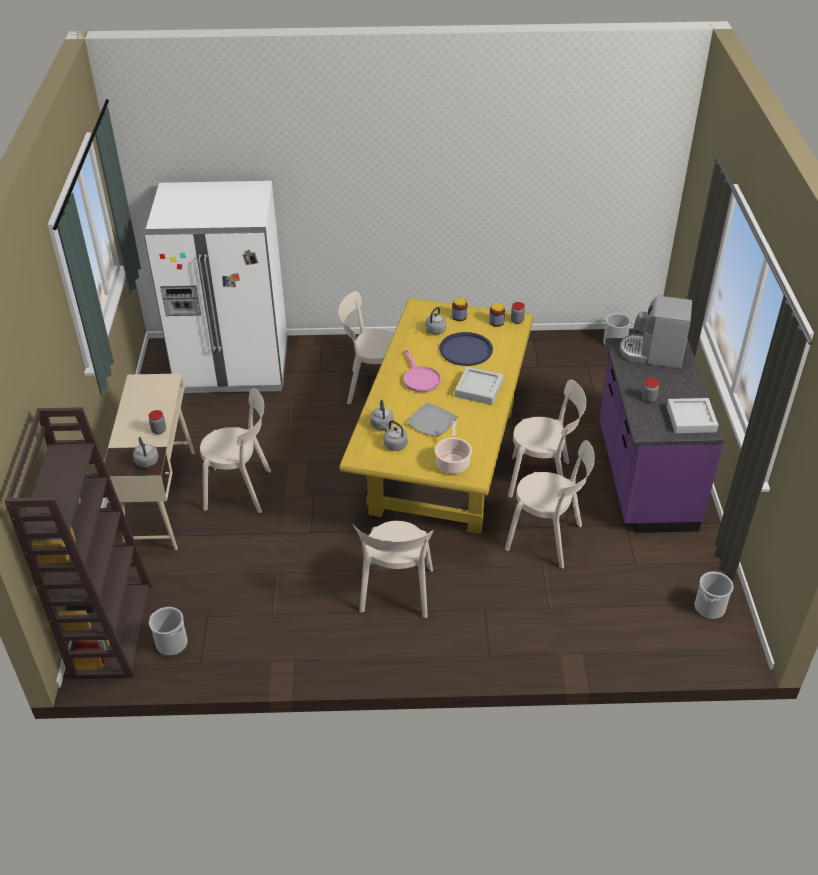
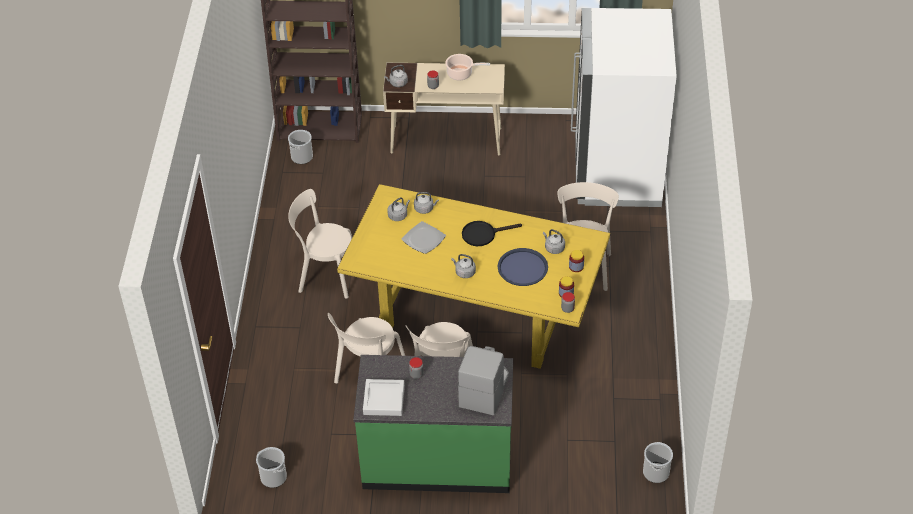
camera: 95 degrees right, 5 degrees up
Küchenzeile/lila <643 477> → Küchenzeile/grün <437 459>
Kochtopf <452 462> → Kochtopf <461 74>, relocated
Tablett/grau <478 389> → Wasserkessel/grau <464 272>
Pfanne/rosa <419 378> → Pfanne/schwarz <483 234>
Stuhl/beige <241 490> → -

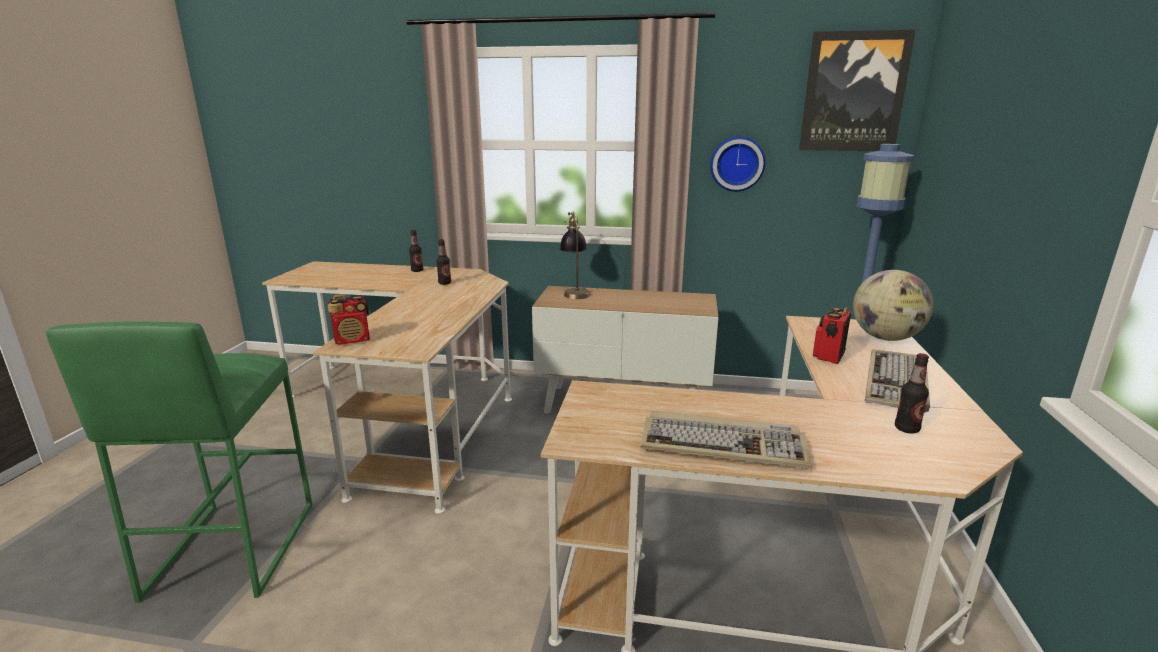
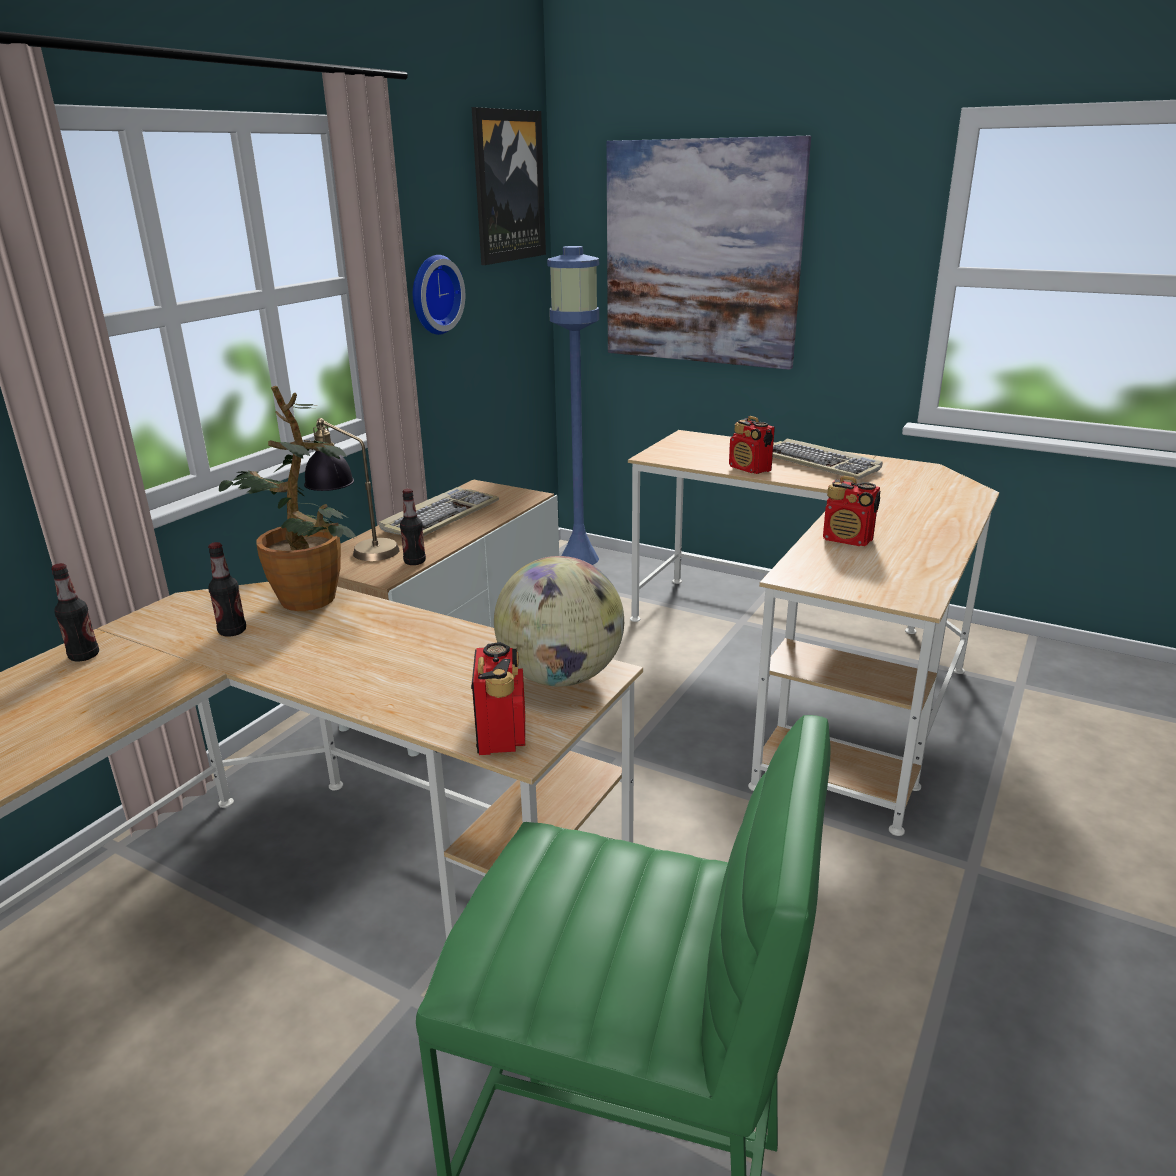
camera: 70 degrees left, 5 degrees up
- → Topfpflanze <310 605>
Tastatur <723 444> → Tastatur <440 517>, relocated
Flasche <906 429> → Flasche <415 562>, relocated
Globus <885 338> → Globus <561 677>, relocated
- → Bild <701 254>
- → Radio <848 540>

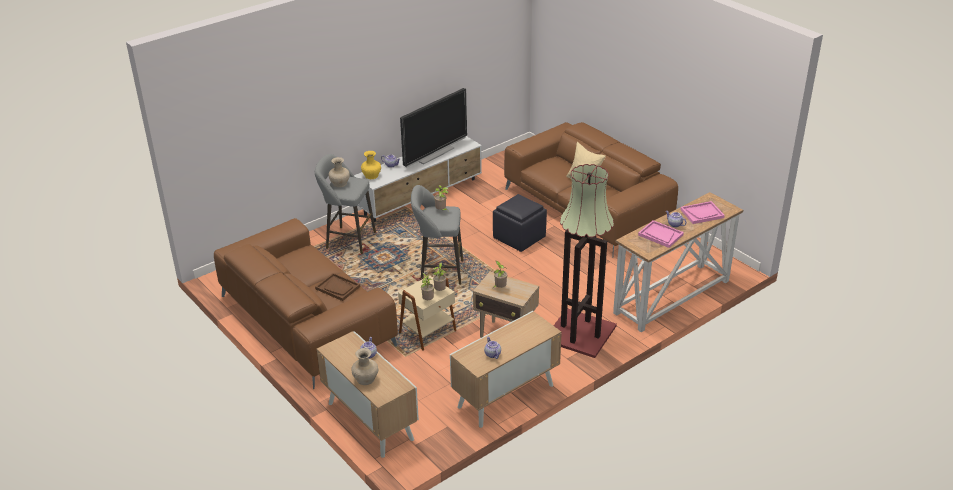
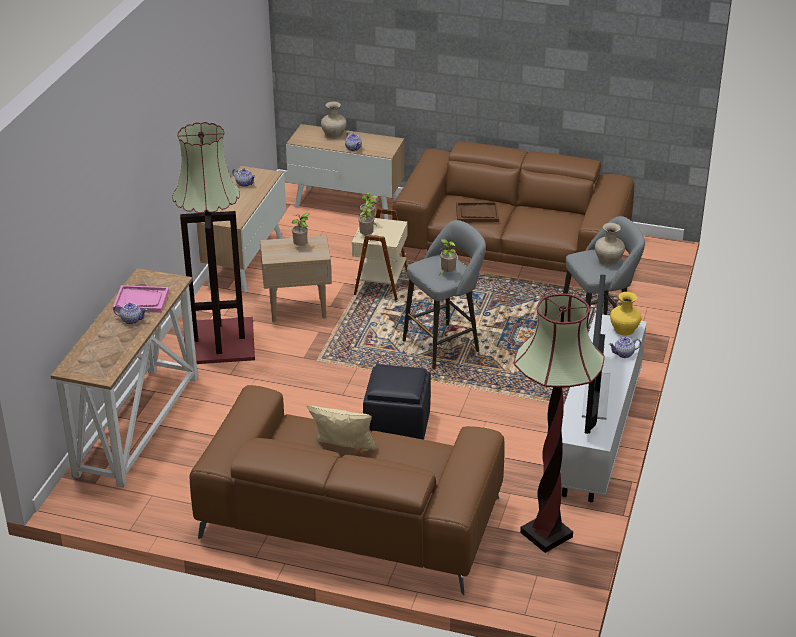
camera: 145 degrees right, 0 degrees up
- → Stehlampe <546 534>
Tablett/rosa <702 213> → -

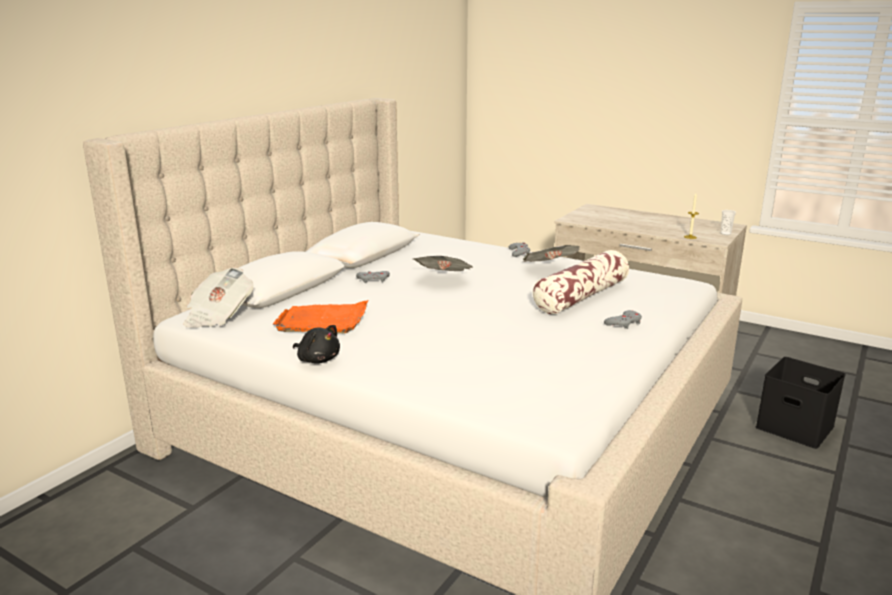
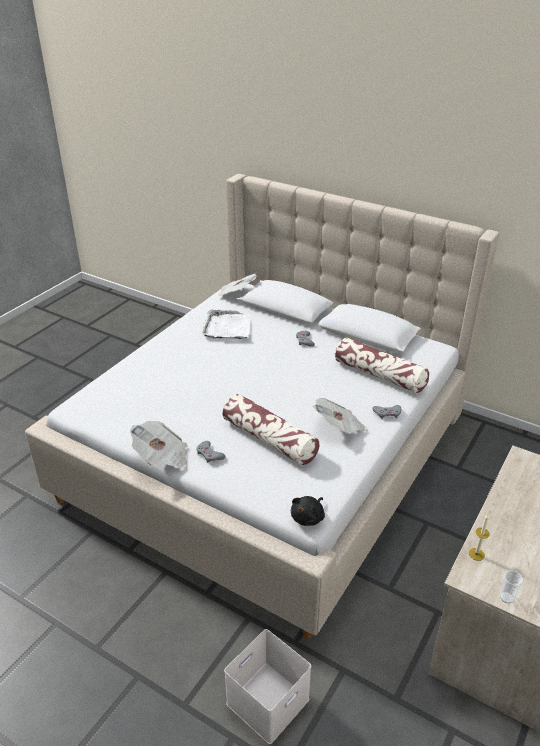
camera: 90 degrees right, 15 degrees up
Zeitung <444 279> → Zeitung <162 457>, relocated
Tablett/orange <323 321> → Tablett/weiß <227 327>
Aufbewahrungsbox/schwarz <796 426> → Aufbewahrungsbox/weiß <268 703>
Plüschtier/schwarz <317 359> → Plüschtier/schwarz <308 517>, relocated
- → Kissen <379 375>

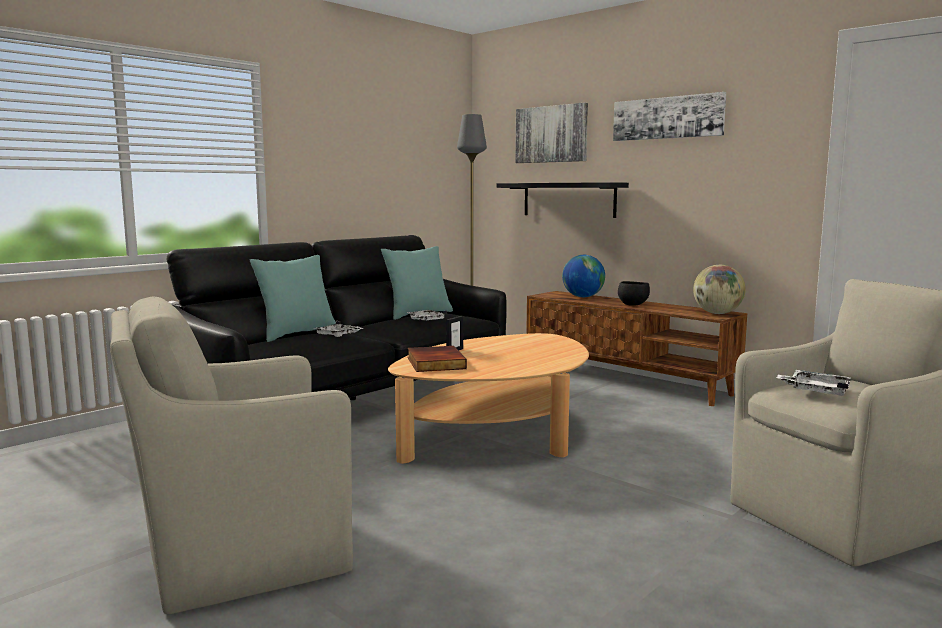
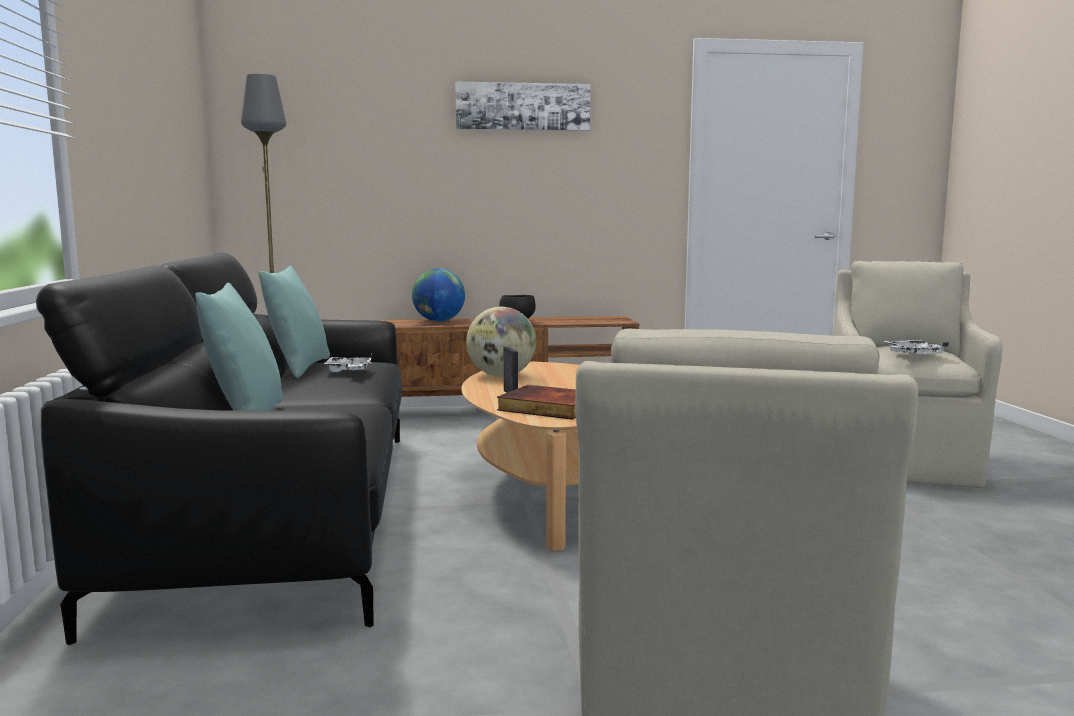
camera: 50 degrees left, 0 degrees up
Globus <717 313> → Globus <501 376>, relocated
Tablett/weiß <338 335> → -
Wandregal/schwarz <568 199> → -
Bild <551 134> → -

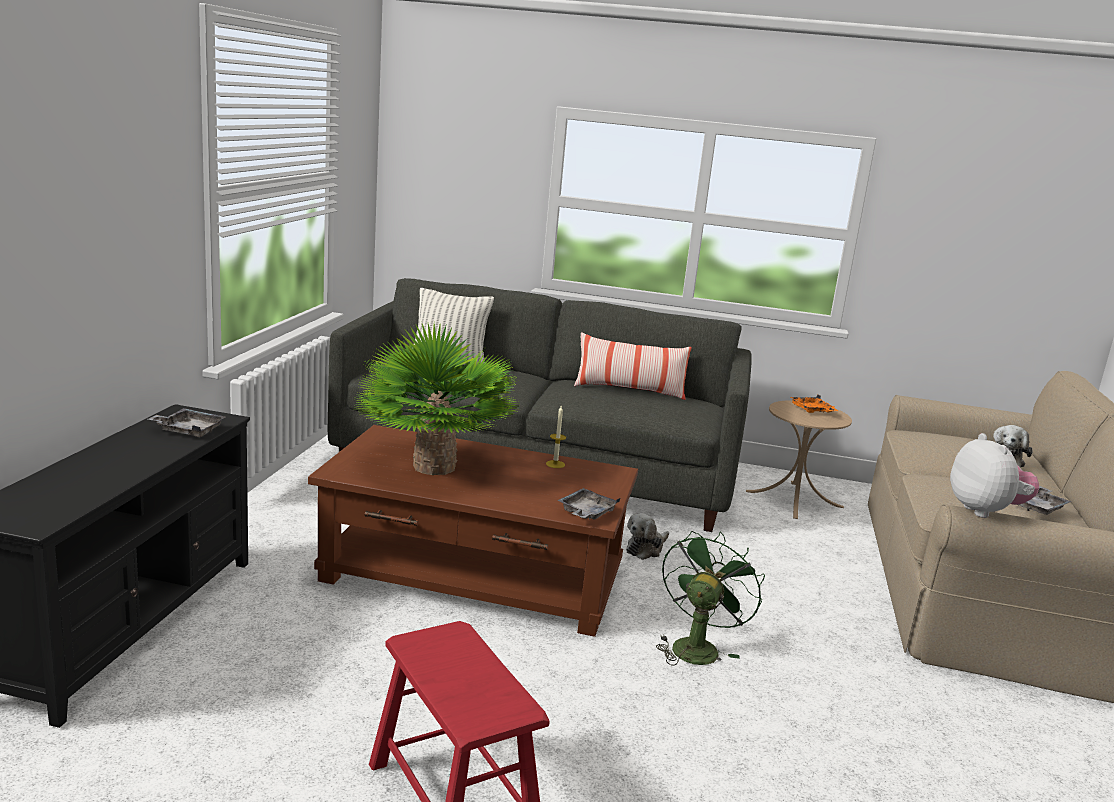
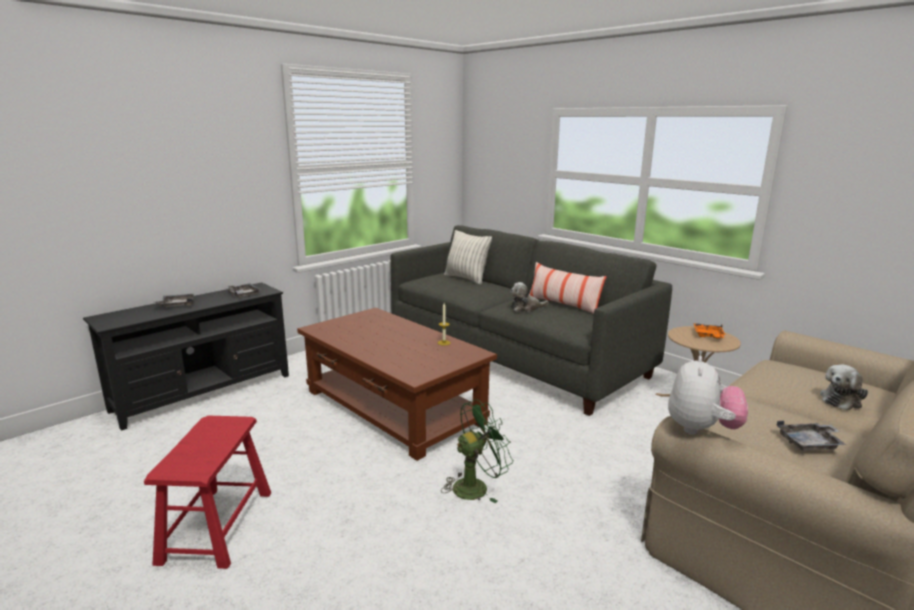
camera: 35 degrees right, 0 degrees up
Tablett/grau <586 513> → Tablett/grau <176 305>, relocated
Plüschtier <646 549> → Plüschtier <526 308>, relocated
Topfpflanze <434 466> → -

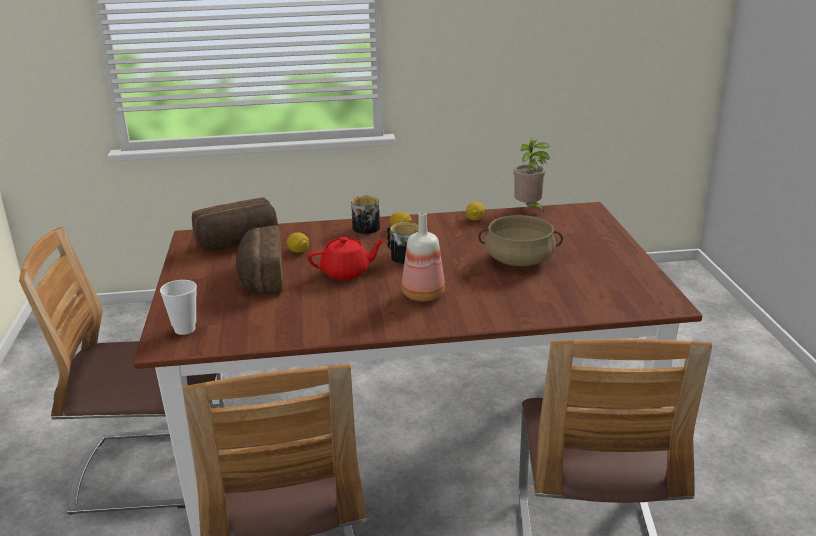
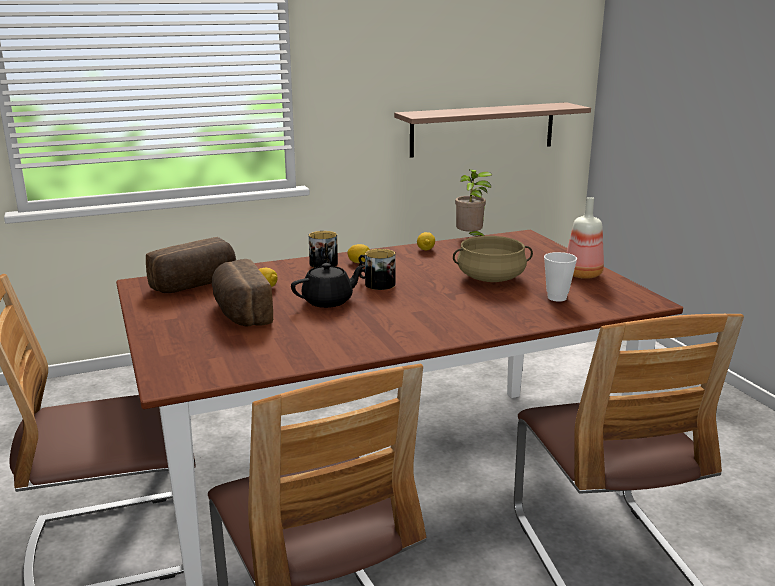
camera: 15 degrees left, 5 degrees down
Teekanne/rot <346 272> → Teekanne/schwarz <328 301>
- → Wandregal <483 129>
Tasse <185 329> → Tasse <557 298>, relocated
Flasche <423 295> → Flasche <583 275>, relocated

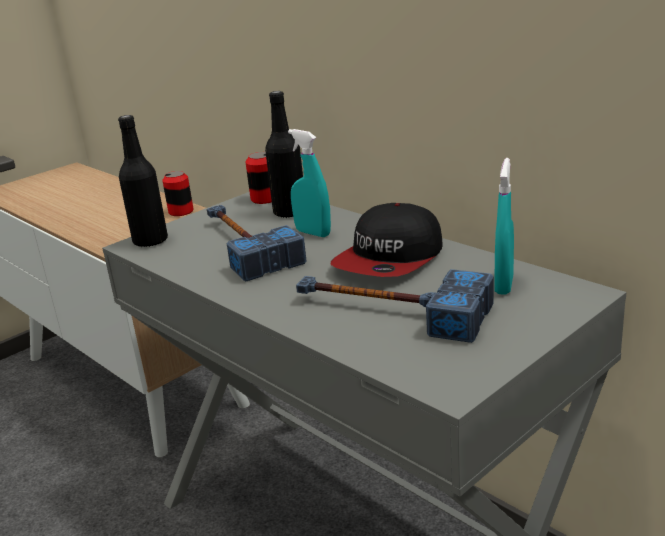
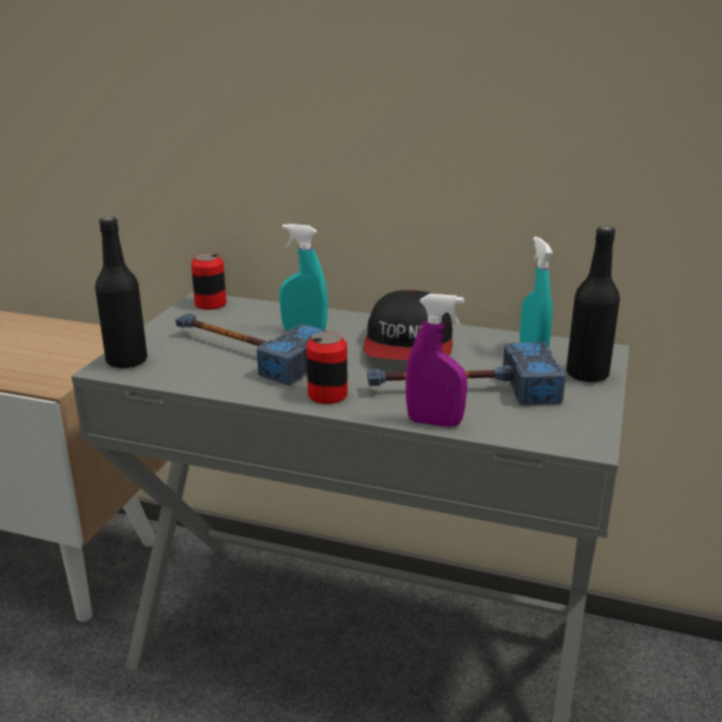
camera: 30 degrees left, 0 degrees up
Dose <181 211> → Dose <327 395>, relocated
- → Sprühflasche/lila <434 422>
Flasche/schwarz <290 212> → Flasche/schwarz <587 375>, relocated

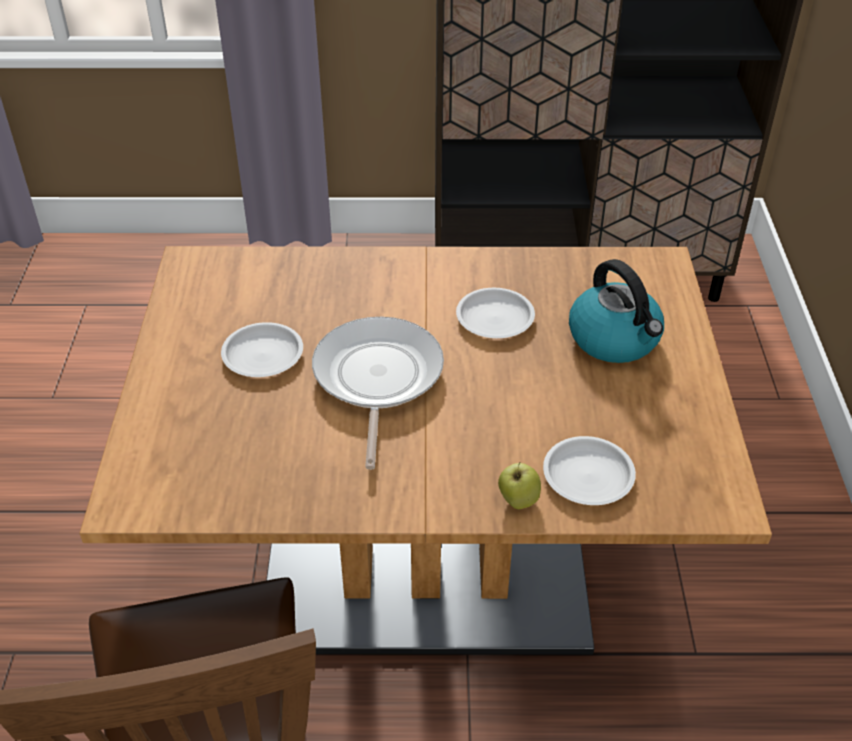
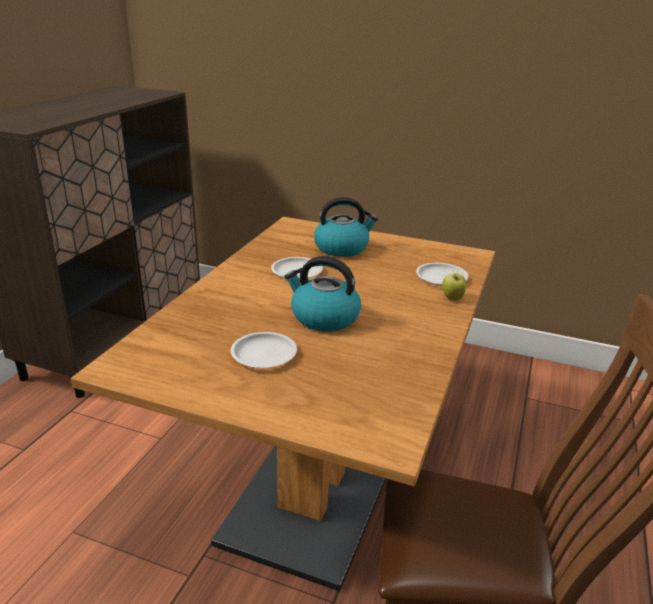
camera: 70 degrees left, 15 degrees down
Pfanne <376 379> → Wasserkessel <324 317>

